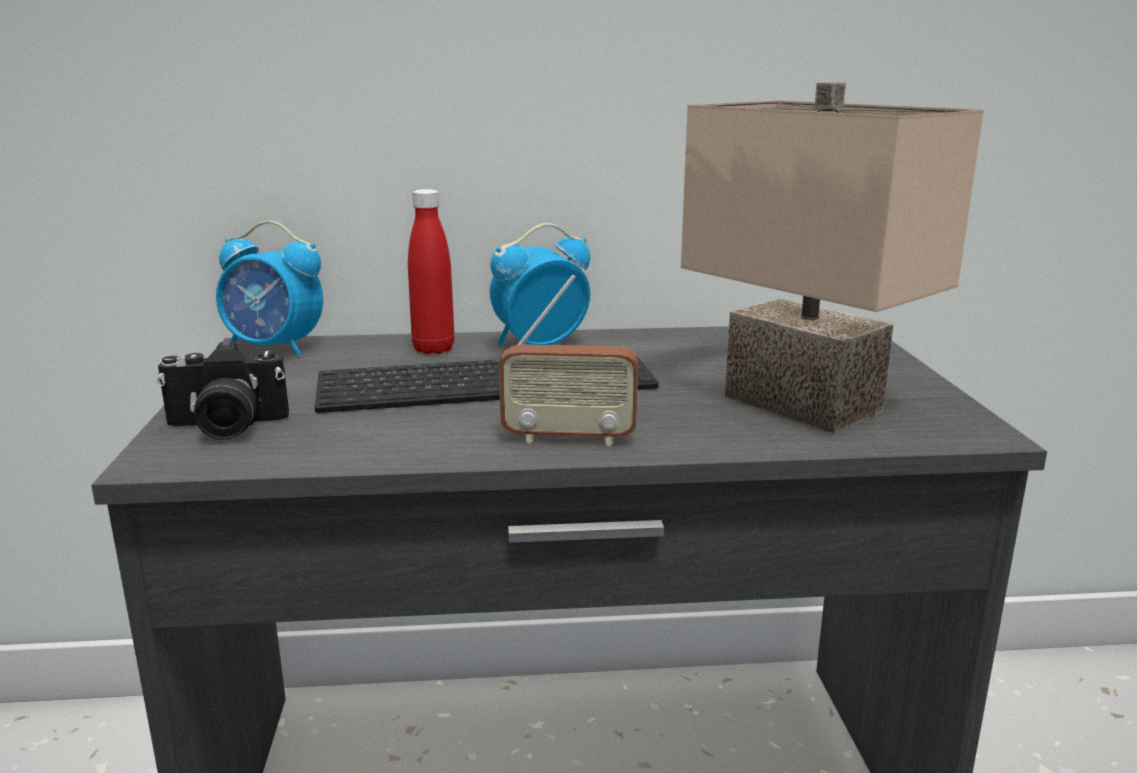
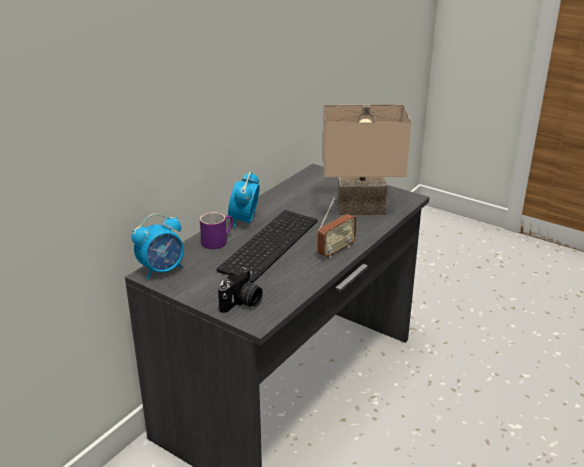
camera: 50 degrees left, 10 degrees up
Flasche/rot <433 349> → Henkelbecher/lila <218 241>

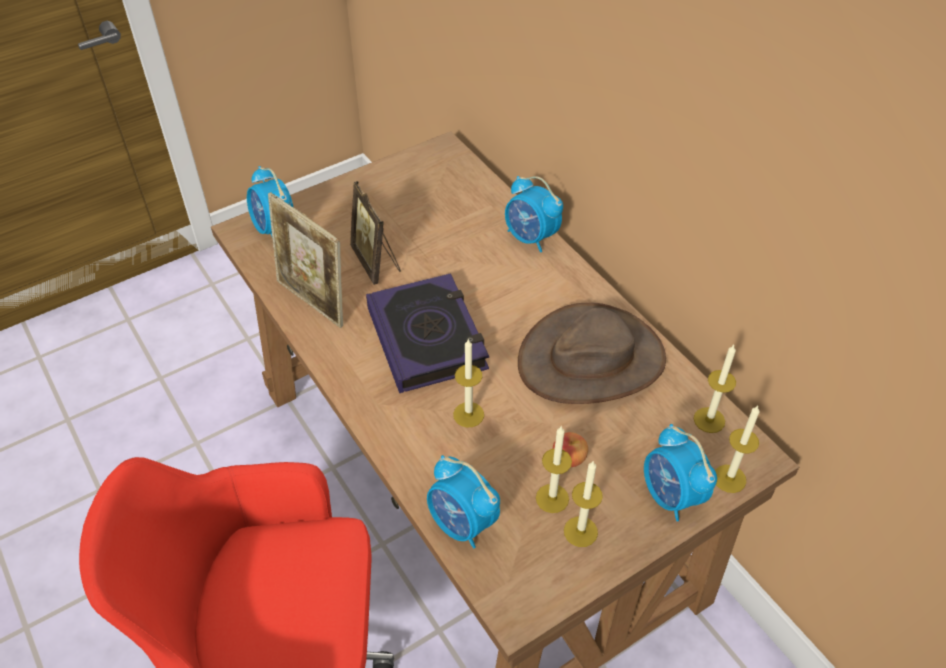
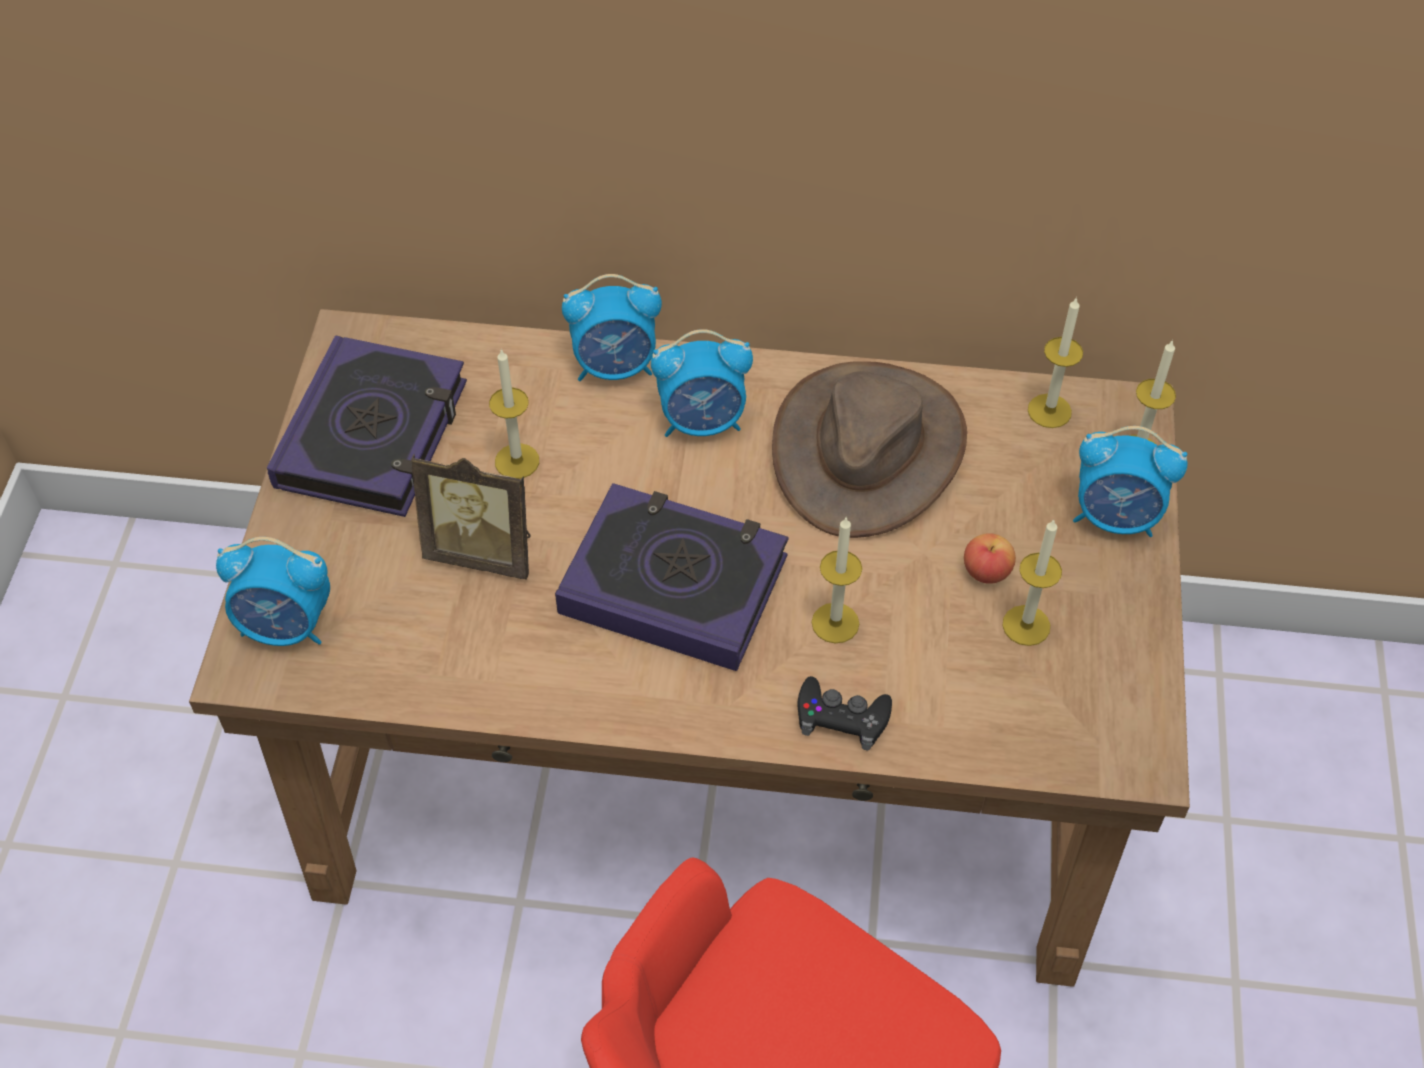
camera: 50 degrees left, 5 degrees up
- → Buch <373 435>
Kerze <580 531> → Kerze <517 461>, relocated
Wecker <462 524> → Wecker <703 421>, relocated
- → Gamepad/schwarz <842 717>
Bilderrahmen <313 301> → -

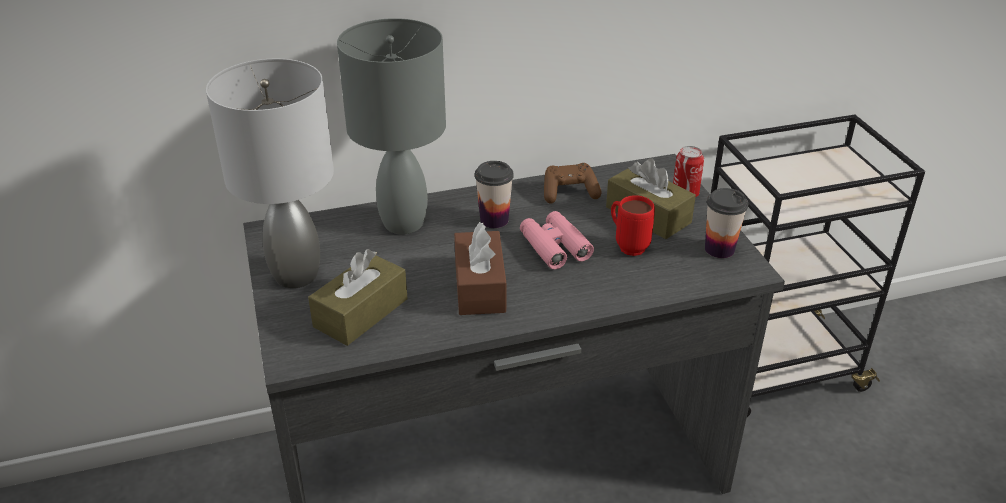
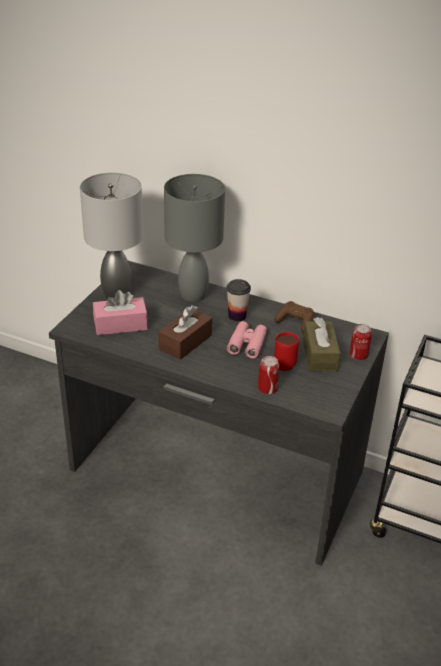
camera: 40 degrees right, 0 degrees up
Taschentuchbox/braun <361 313> → Taschentuchbox/rosa <120 325>
- → Dose <267 389>
Tasse <719 249> → -

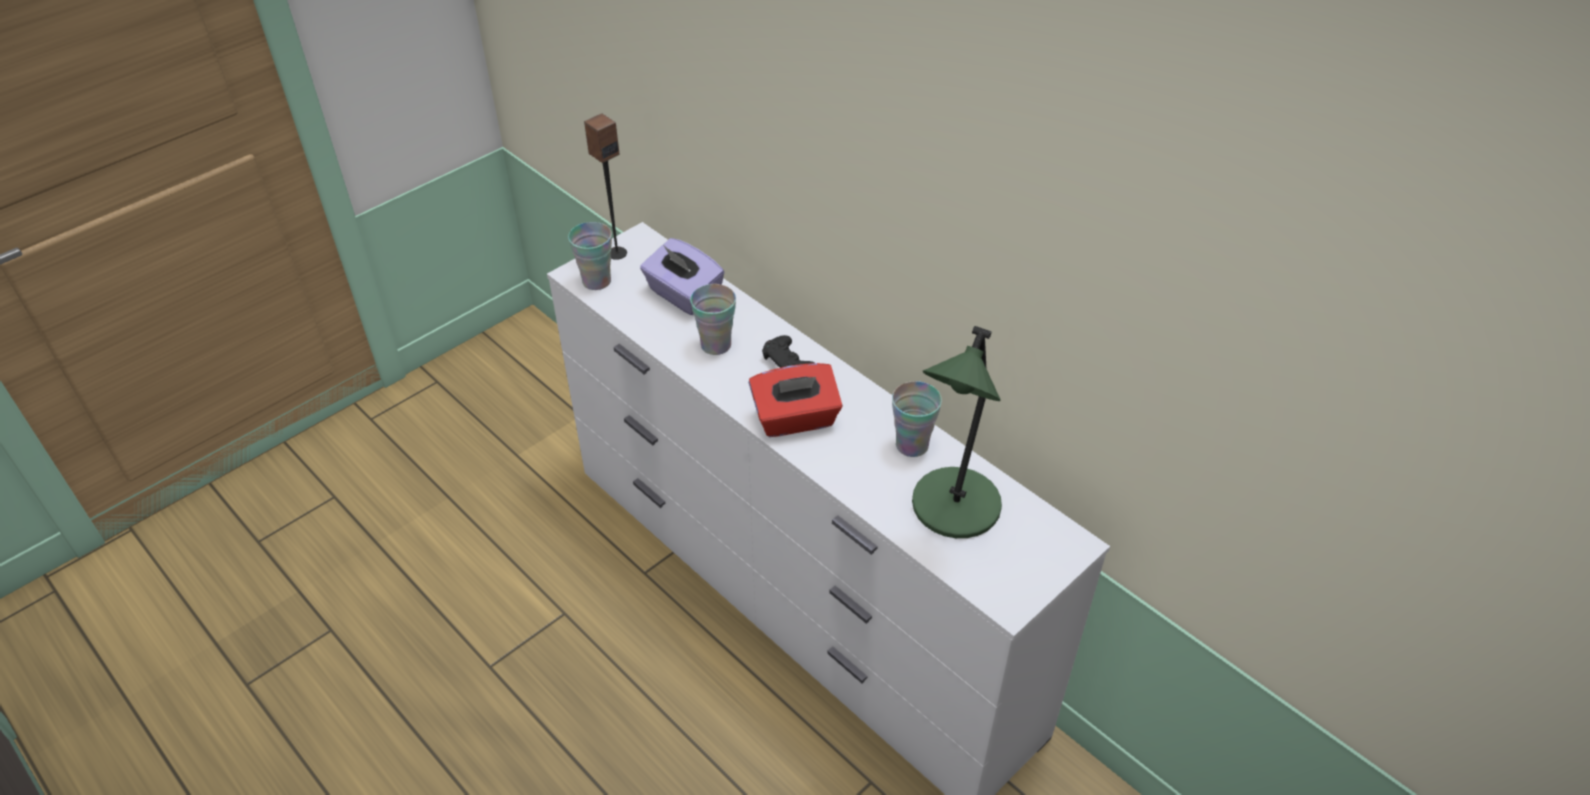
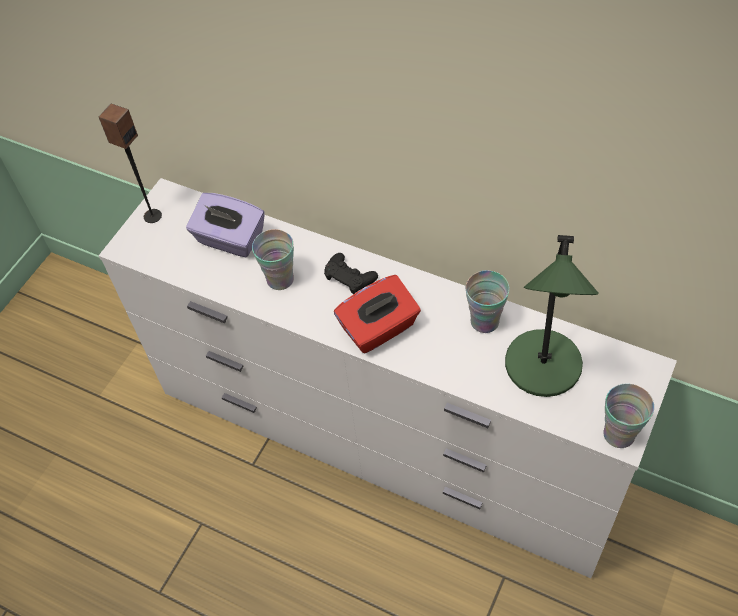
camera: 15 degrees left, 10 degrees up
Tasse <596 281> → Tasse <619 434>, relocated

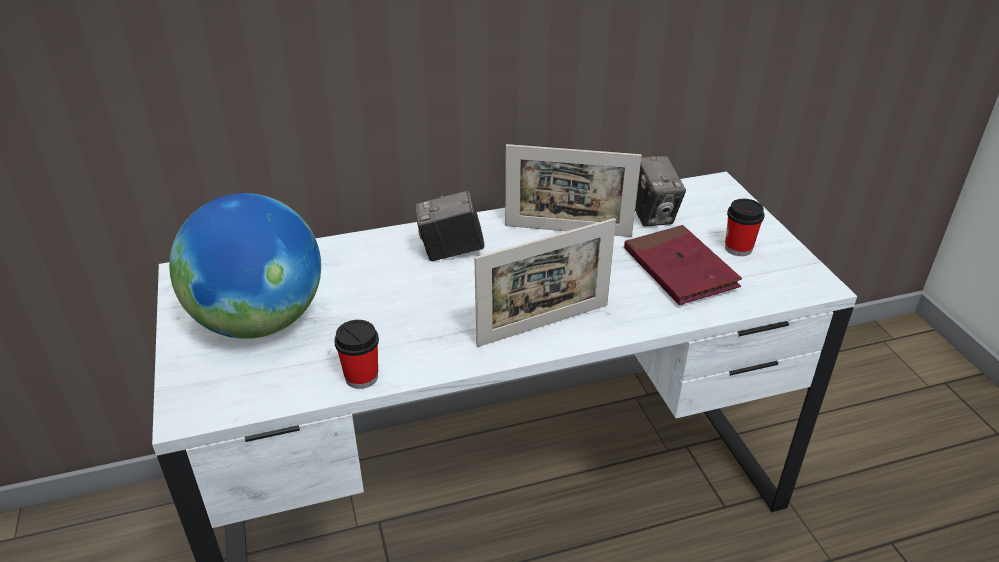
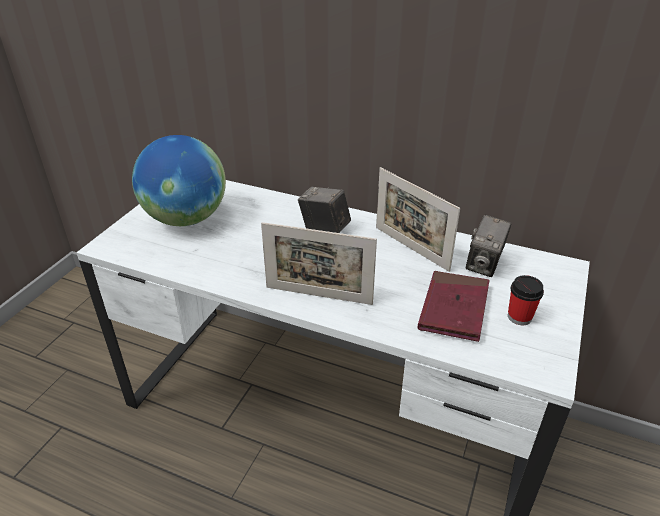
camera: 40 degrees right, 0 degrees up
Tasse <361 377> → -

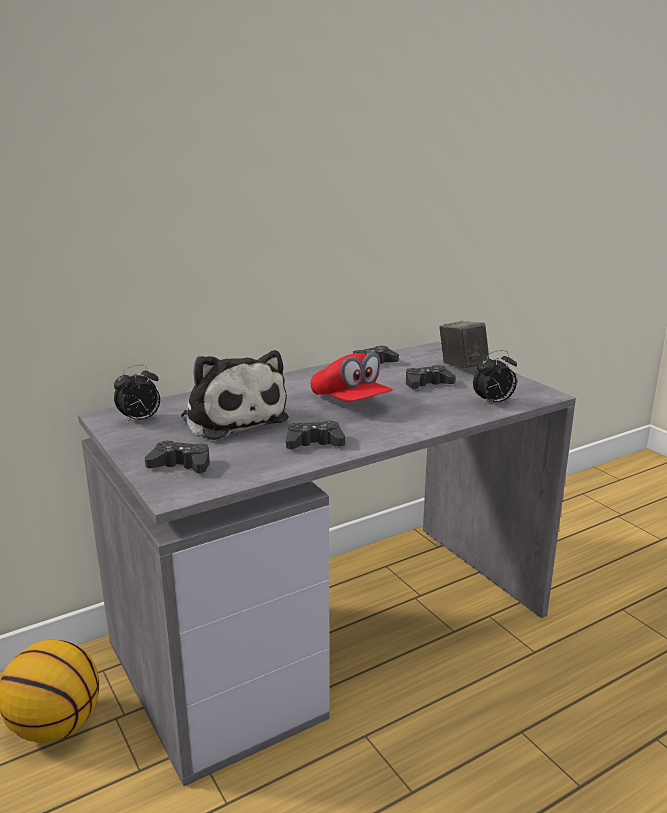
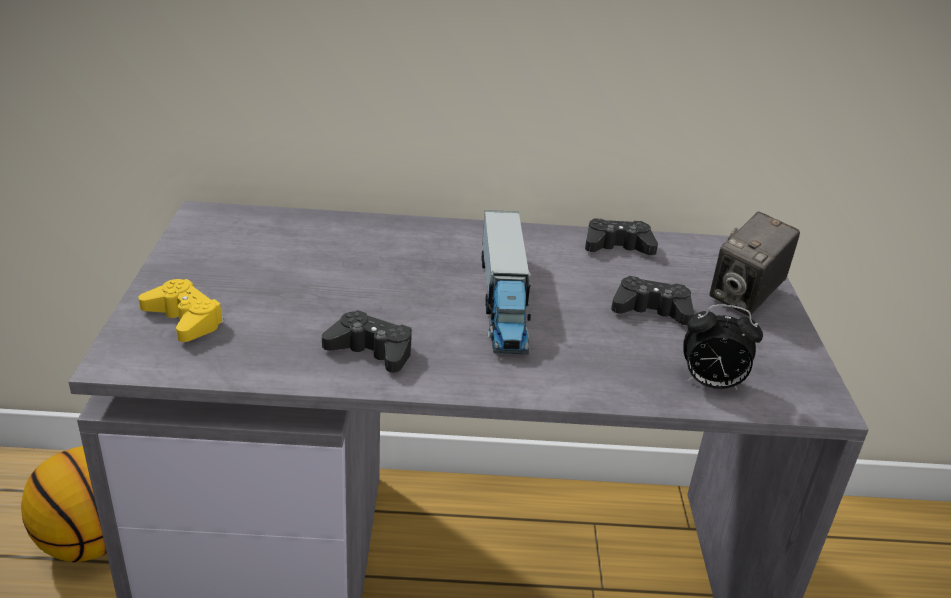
camera: 30 degrees right, 10 degrees up
Gamepad/schwarz <181 465> → Gamepad/gelb <184 319>
Kappe/rot <350 402> → Spielzeuglaster <503 301>
Kamera <462 366> → Kamera <745 298>, 150 degrees counterclockwise
Wecker <140 420> → -
Plüschtier <232 418> → -

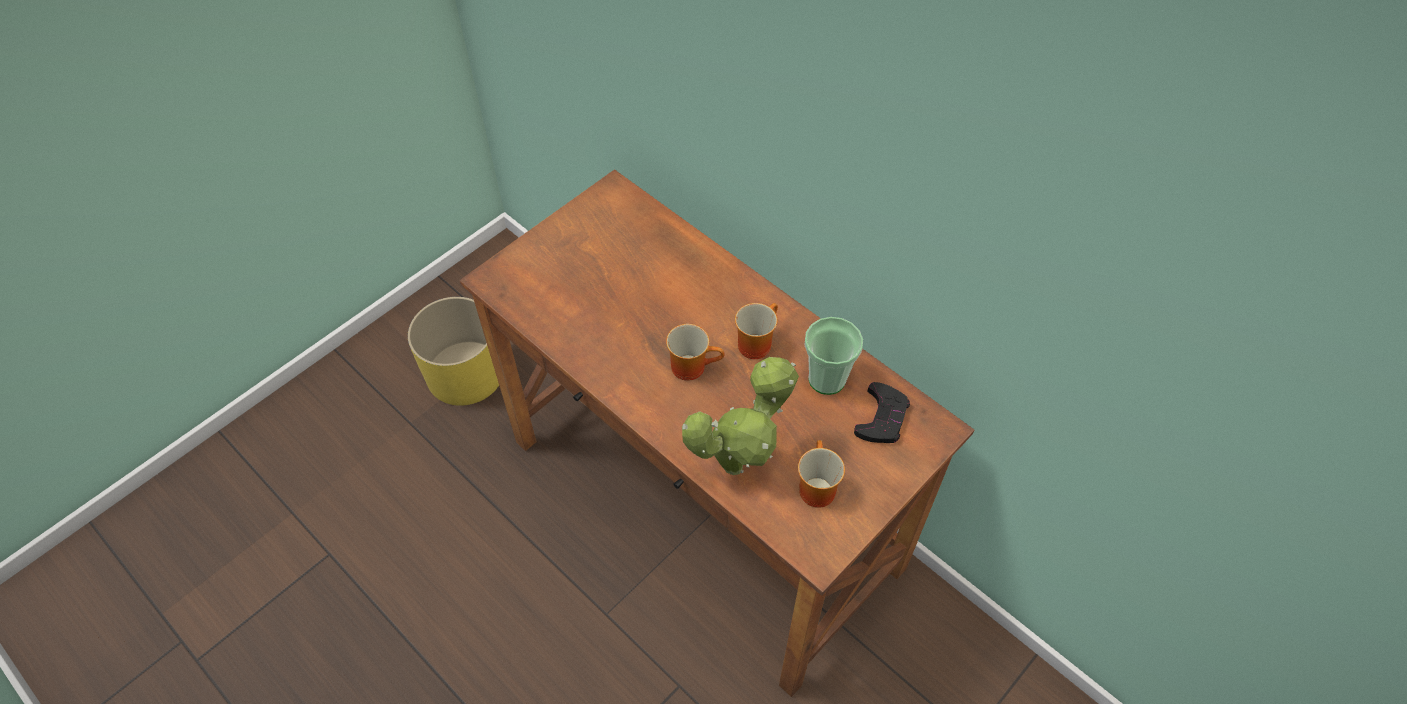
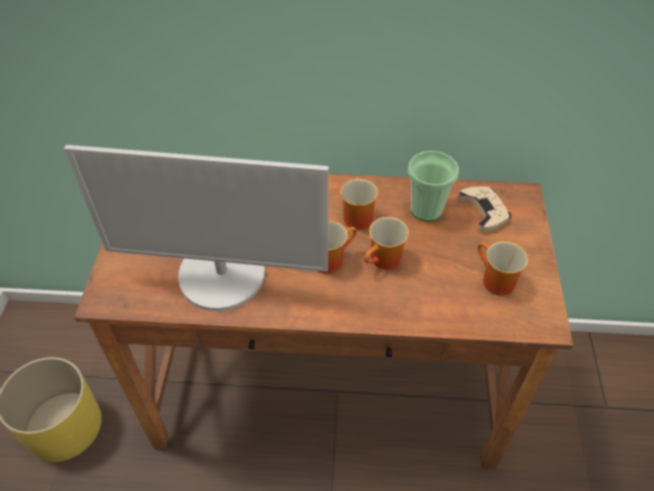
camera: 40 degrees left, 5 degrees down
- → Monitor <222 275>
- → Henkelbecher <385 261>
Gamepad/schwarz <882 417> → Gamepad/beige <484 211>
Topfpflanze <739 462> → -

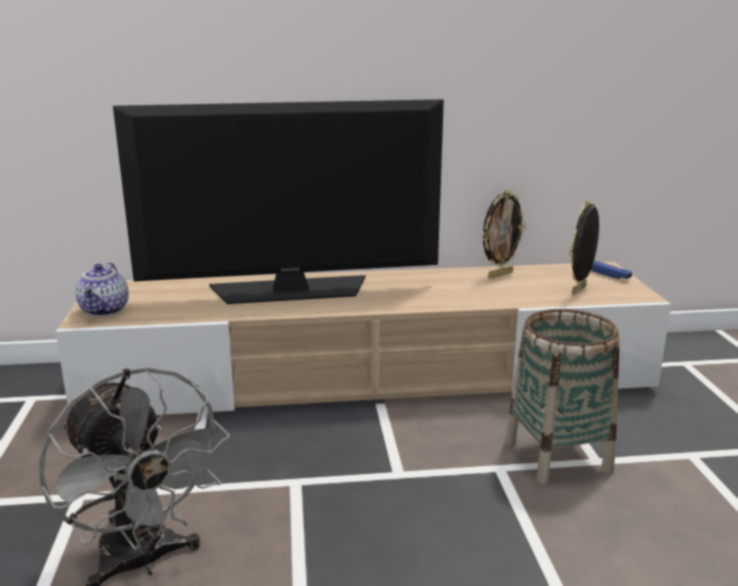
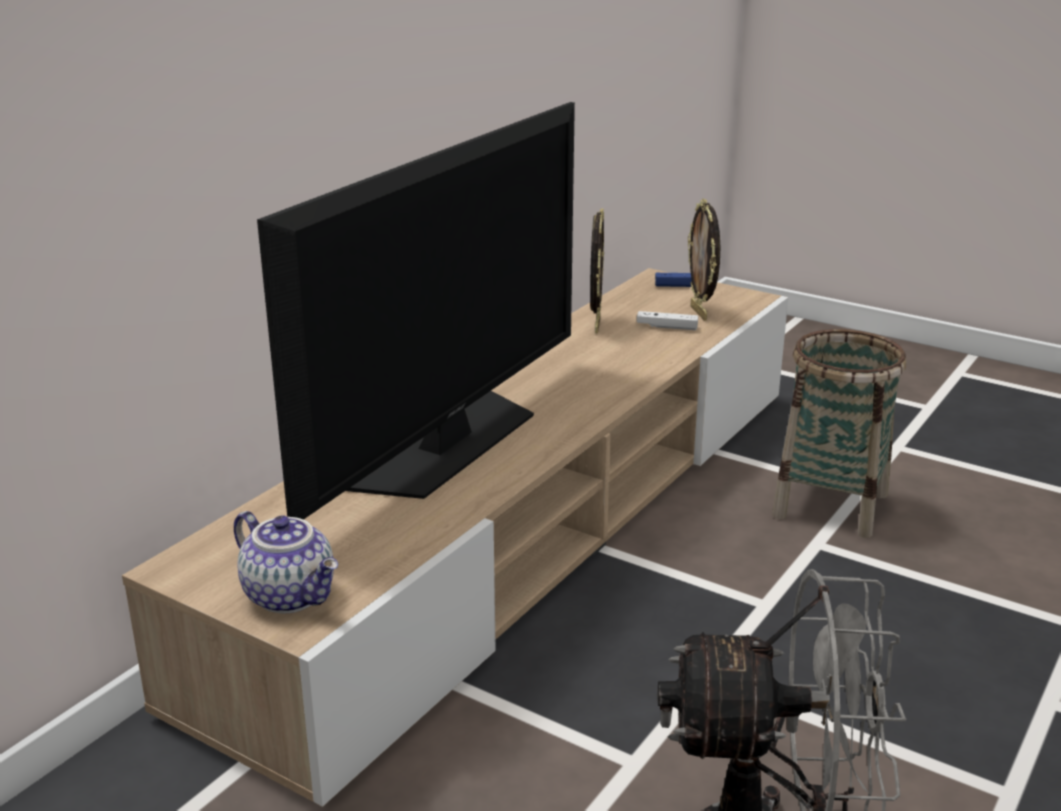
camera: 50 degrees left, 5 degrees up
- → Gamepad/weiß <667 327>

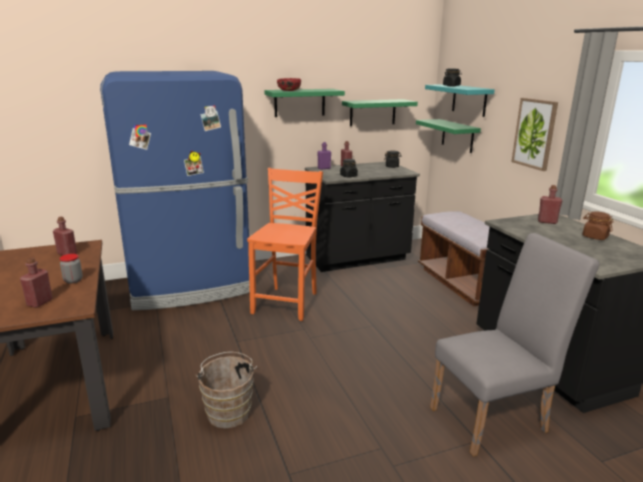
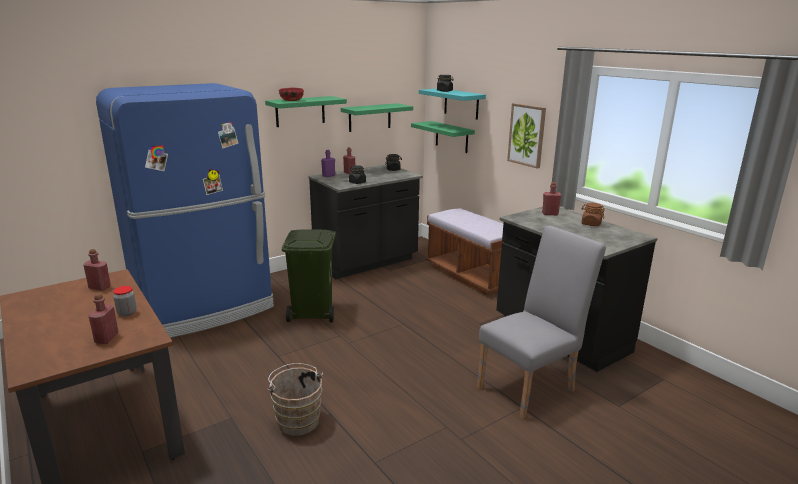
camera: 15 degrees left, 0 degrees up
Stuhl/orange <287 303> → Mülleimer/grün <313 313>

